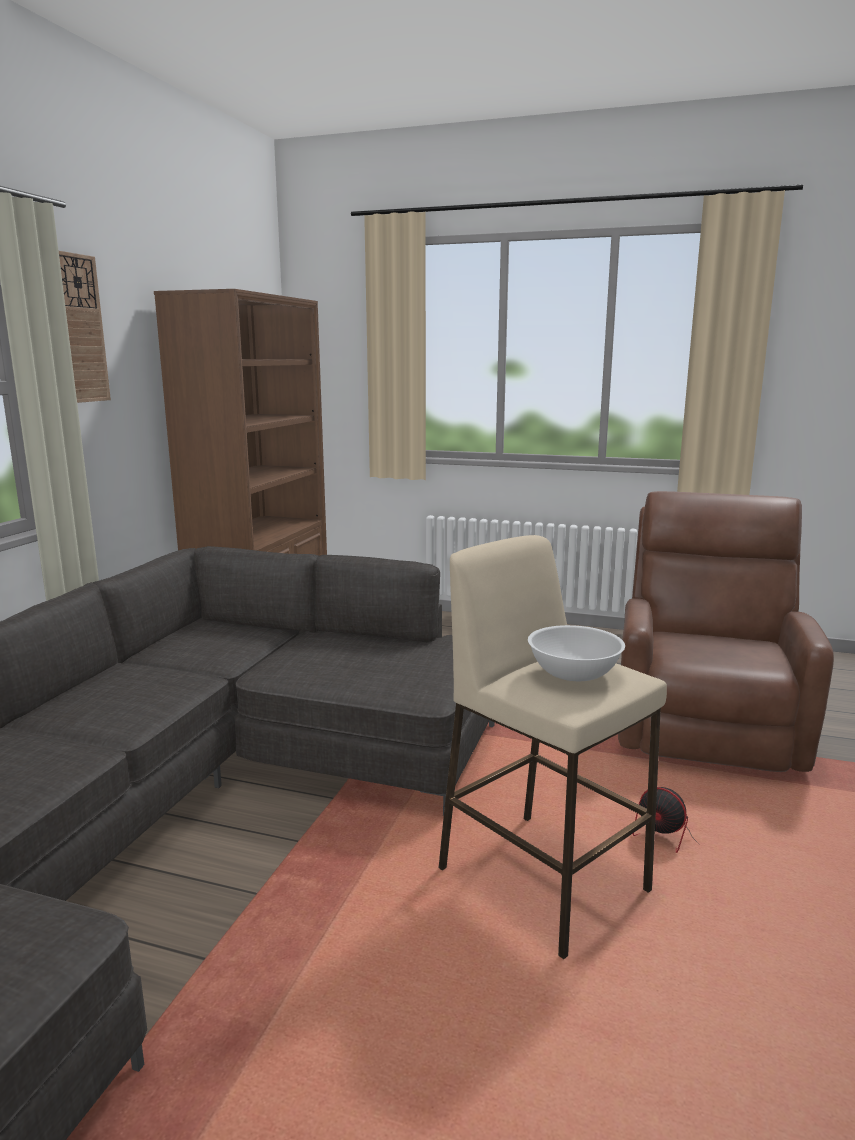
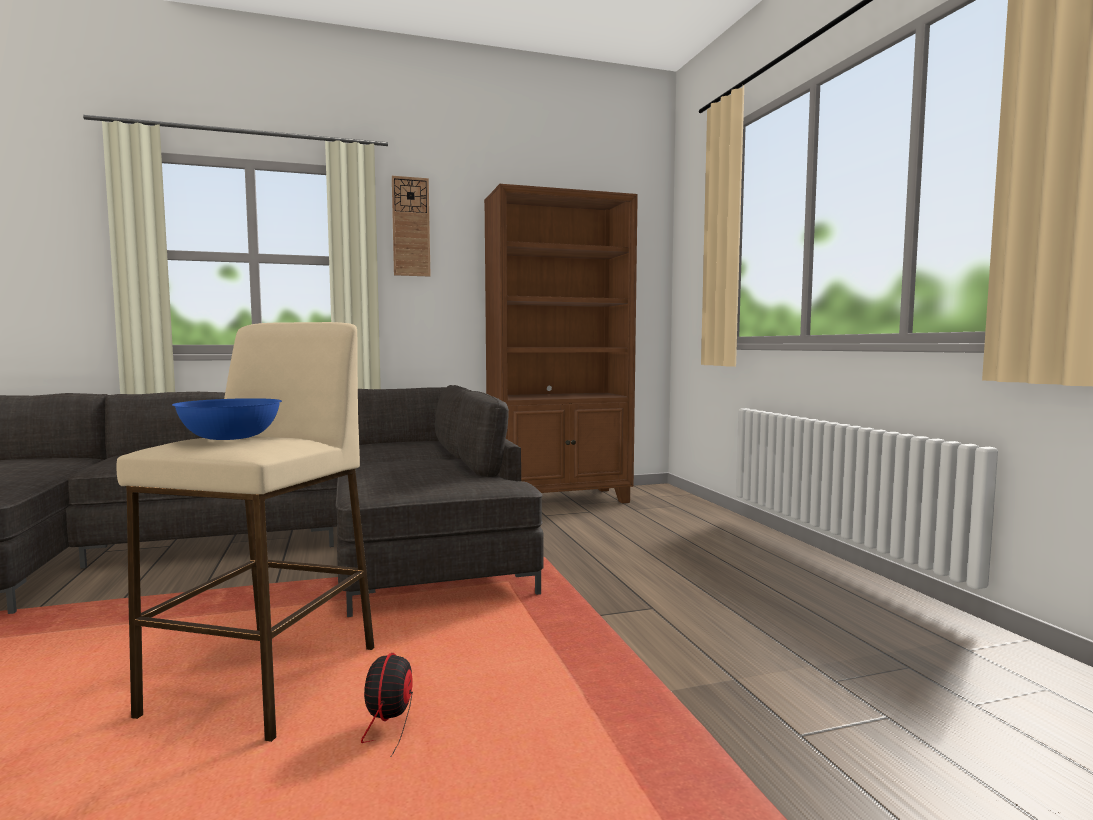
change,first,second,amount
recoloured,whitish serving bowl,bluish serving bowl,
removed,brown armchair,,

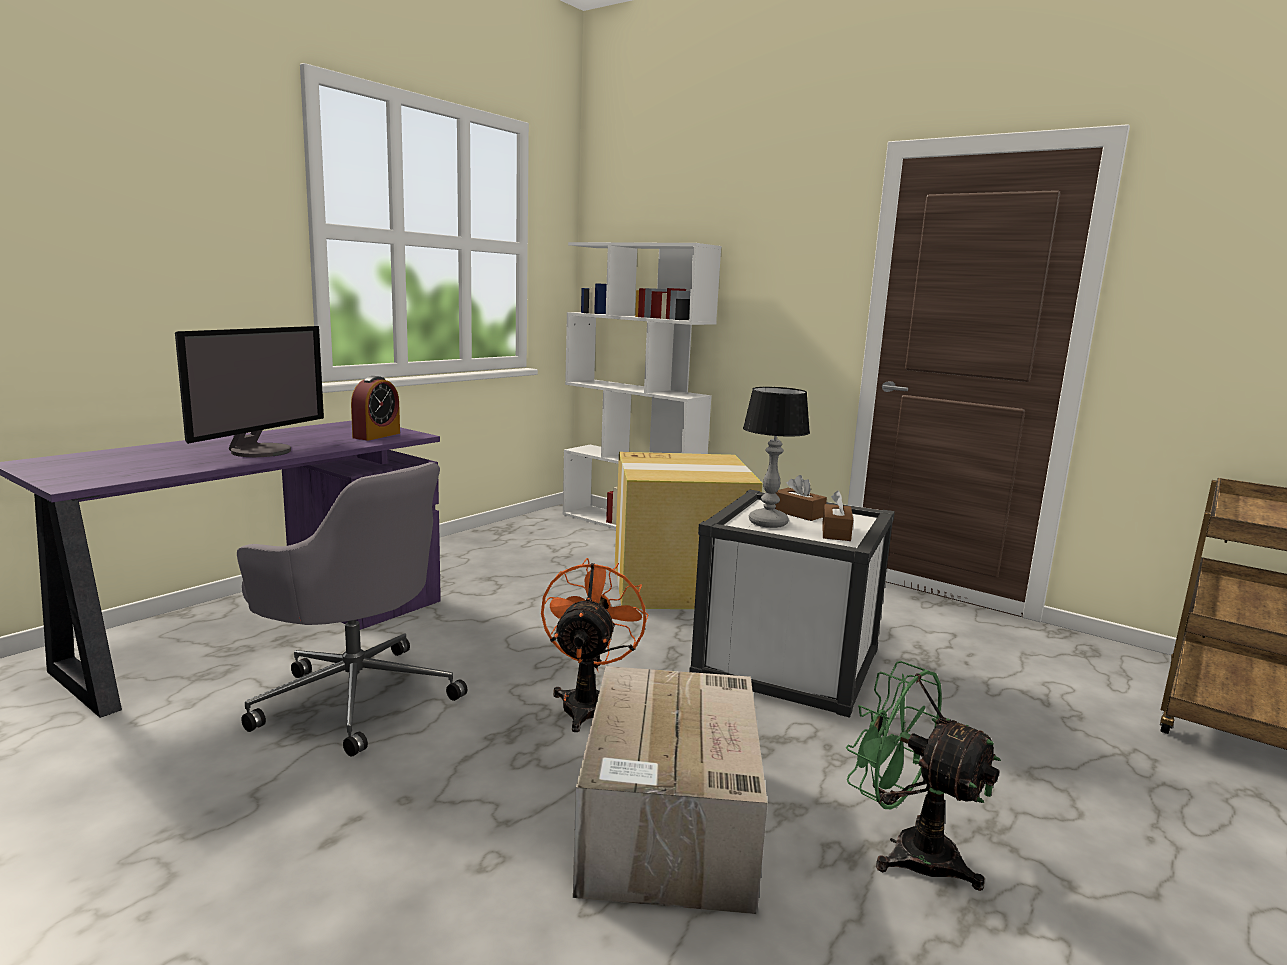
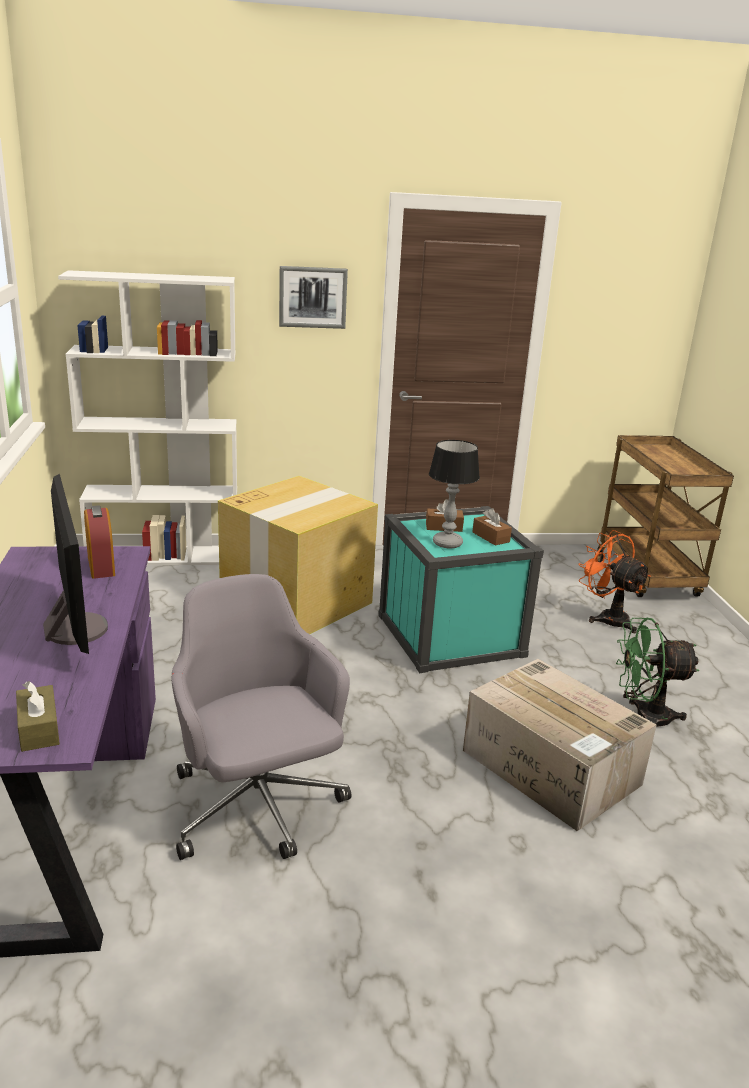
change,first,second,amount
turned,grey office chair,,105 degrees counterclockwise
moved,orangey electric fan,,
recoloured,whitish storage container,turquoise-coloured storage container,
added,,brown tissue box (1st from left),
added,,wall art,

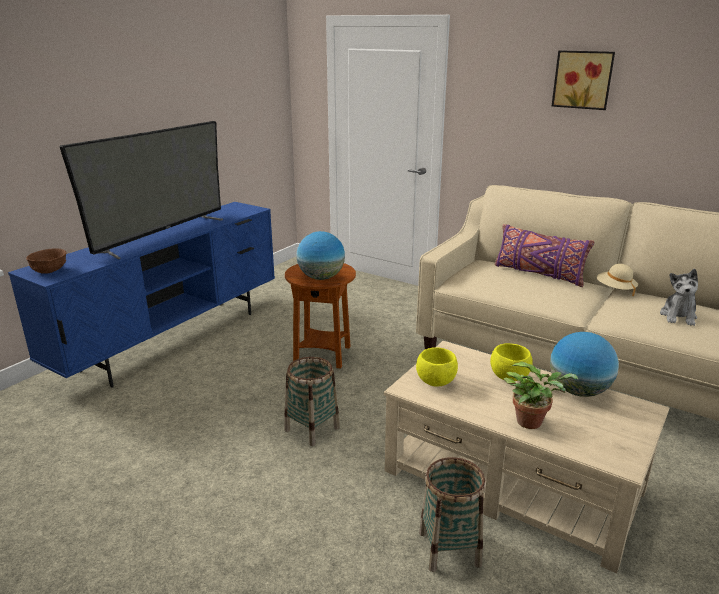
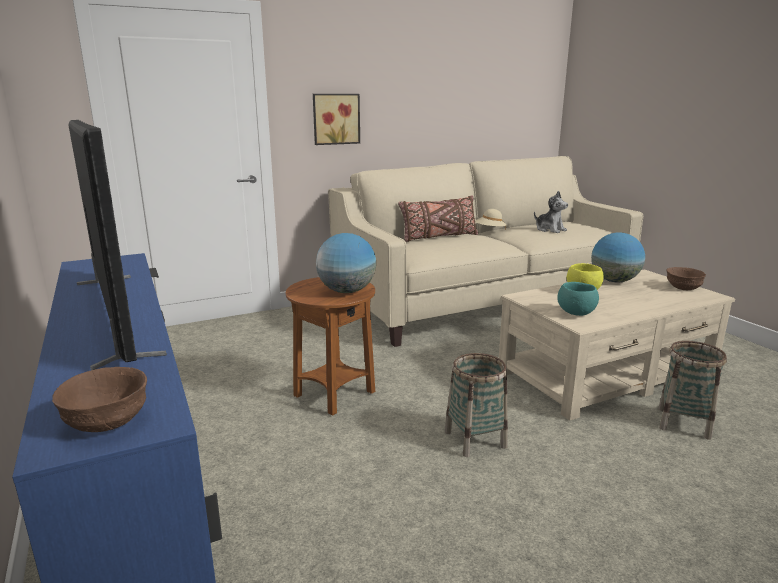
change,first,second,amount
recoloured,yellow serving bowl (1st from left),turquoise-coloured serving bowl,
recoloured,purplish throw pillow,brown throw pillow,
removed,houseplant,,
moved,wall art,,
added,,brown serving bowl (2nd from left),

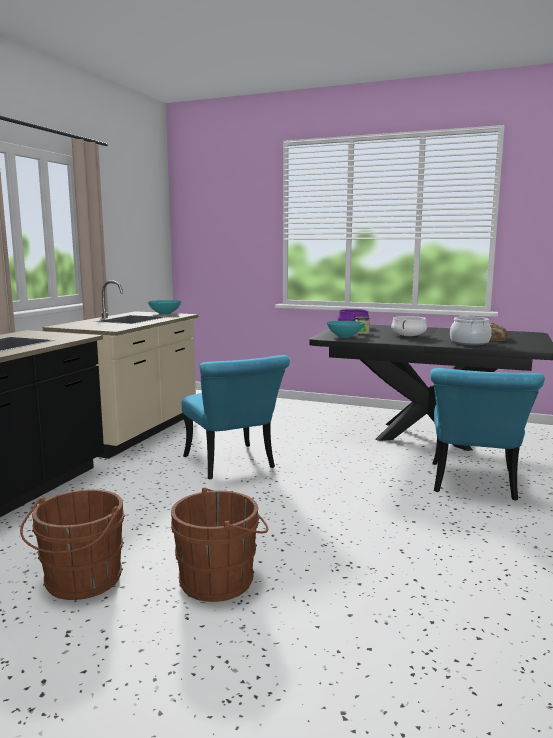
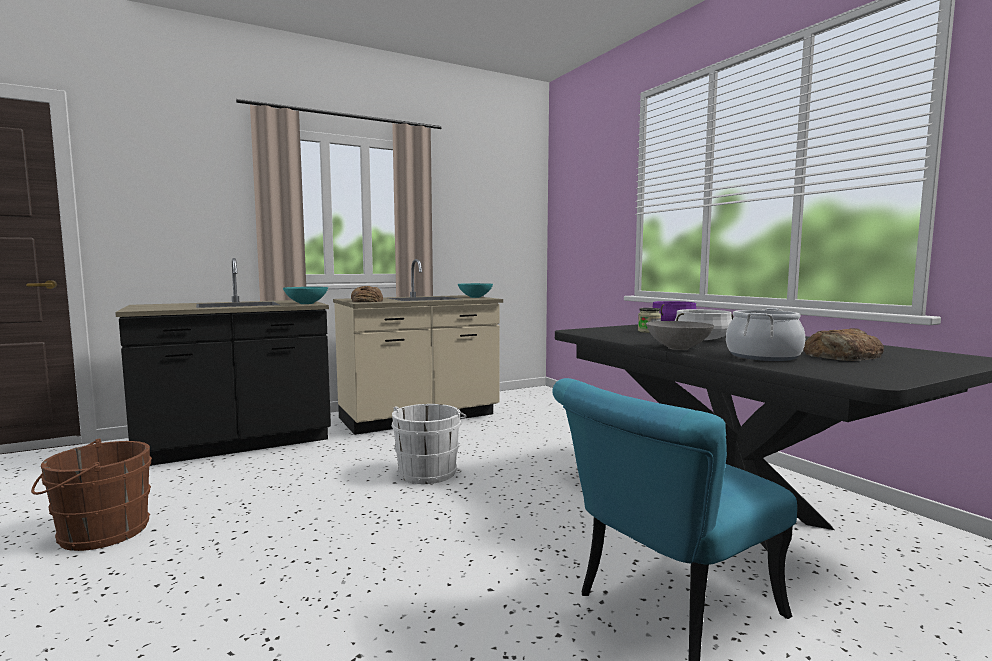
change,first,second,amount
removed,brown pail (2nd from left),,
replaced,turquoise-coloured plain chair (1st from left),whitish pail,
moved,turquoise-coloured serving bowl (2nd from left in the first image),turquoise-coloured serving bowl (1st from left),
added,,bread (1st from left),
added,,grey serving bowl,

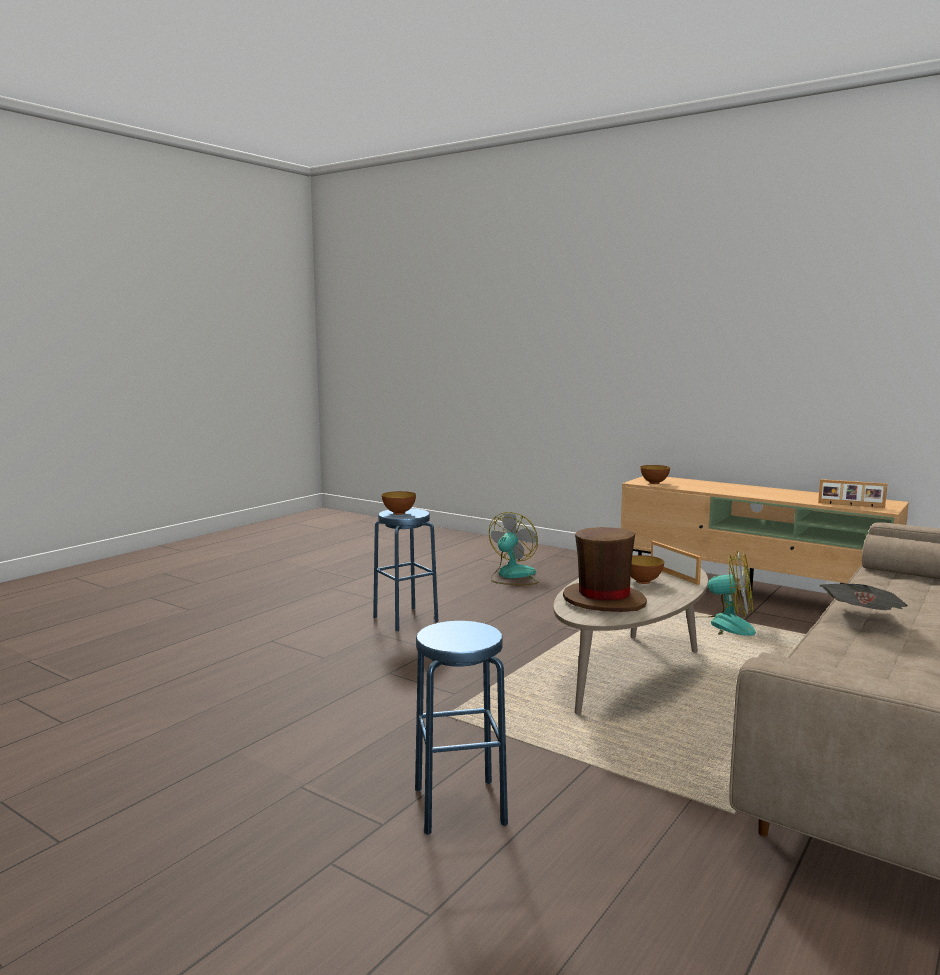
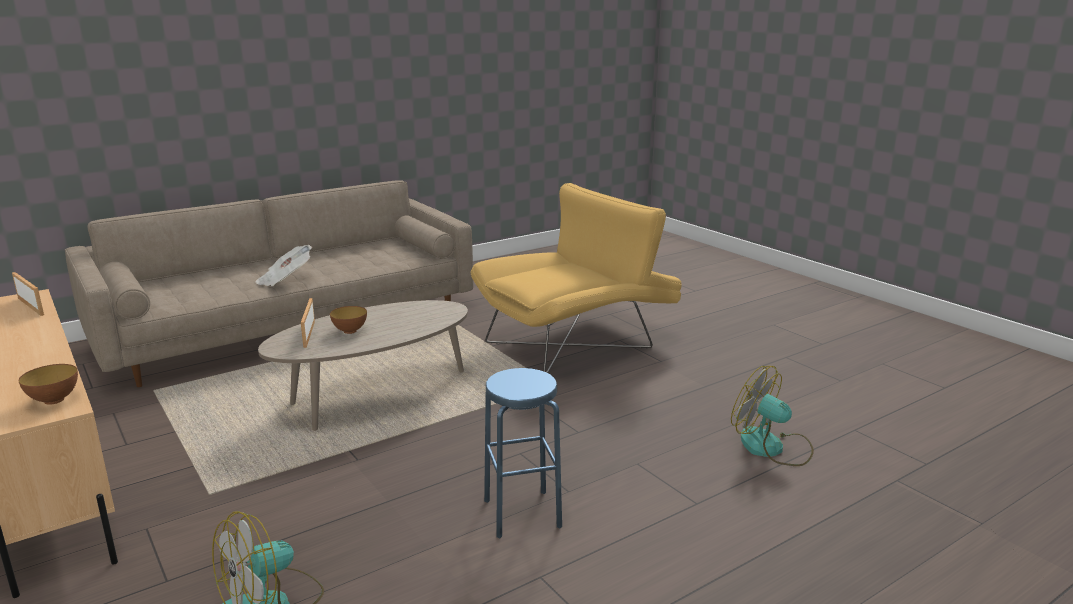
change,first,second,amount
removed,serving bowl (1st from left),,
replaced,bluish stool seat (2nd from left),yellow armchair,
removed,brown wearable hat,,
moved,electric fan (2nd from left),,

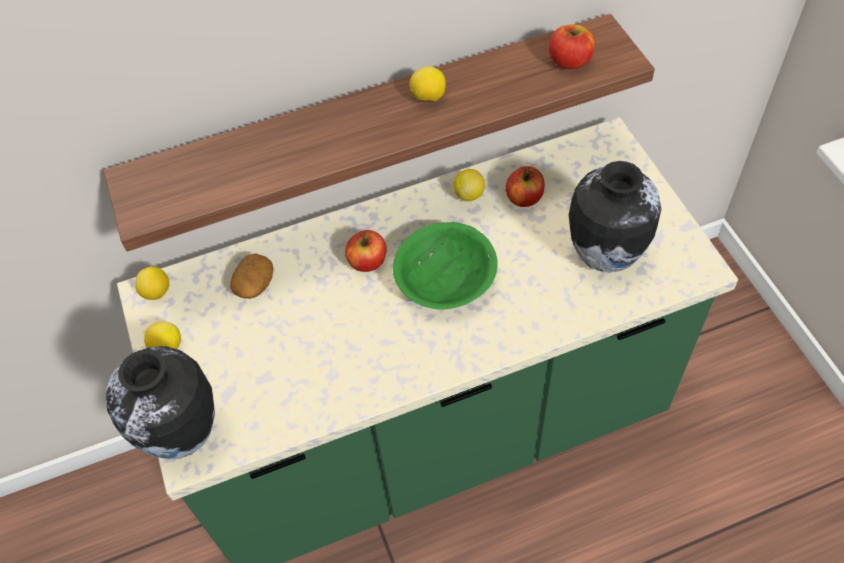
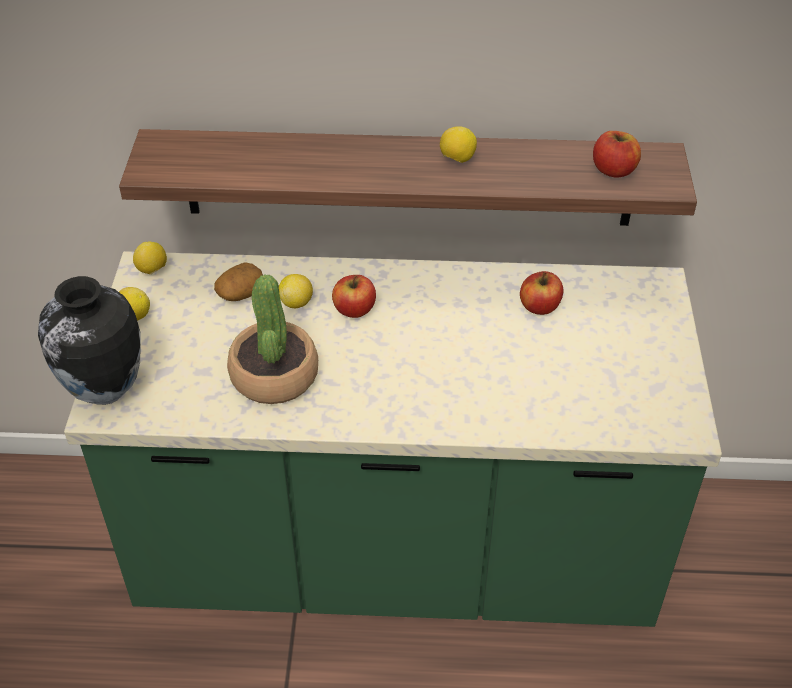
change,first,second,amount
removed,green serving bowl,,
moved,citrus fruit (4th from left in the first image),citrus fruit (3rd from left),
removed,vase (2nd from left),,
added,,houseplant,

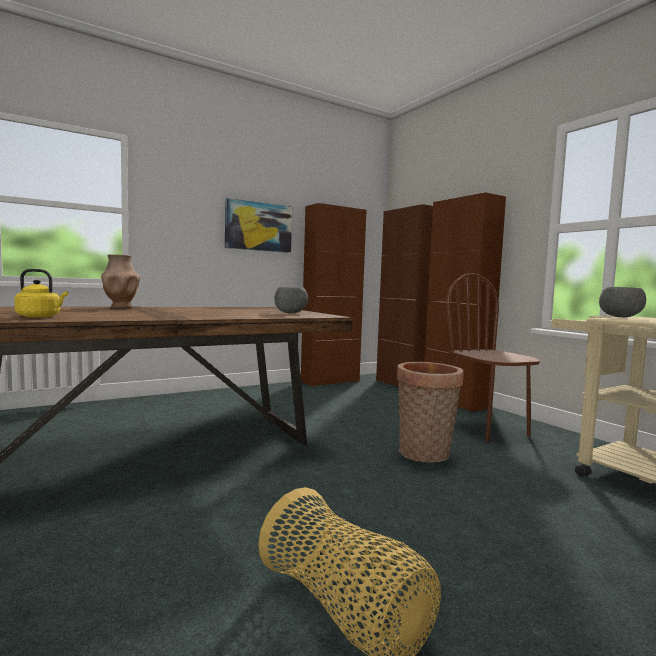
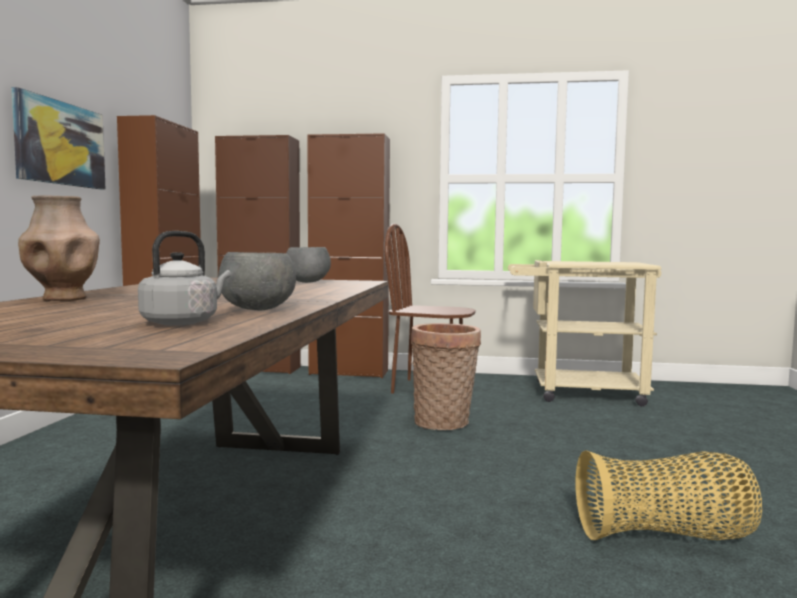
change,first,second,amount
recoloured,yellow kettle,grey kettle,
moved,grey serving bowl (2nd from left in the first image),grey serving bowl (1st from left),

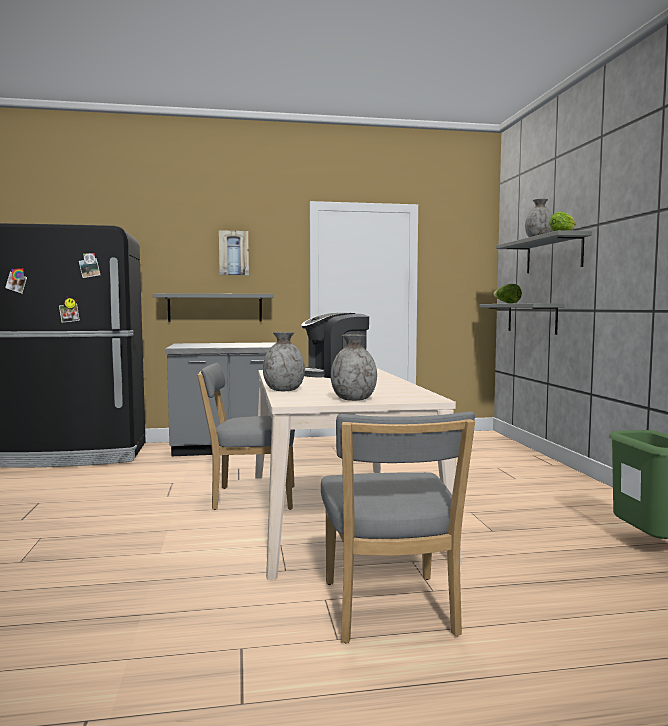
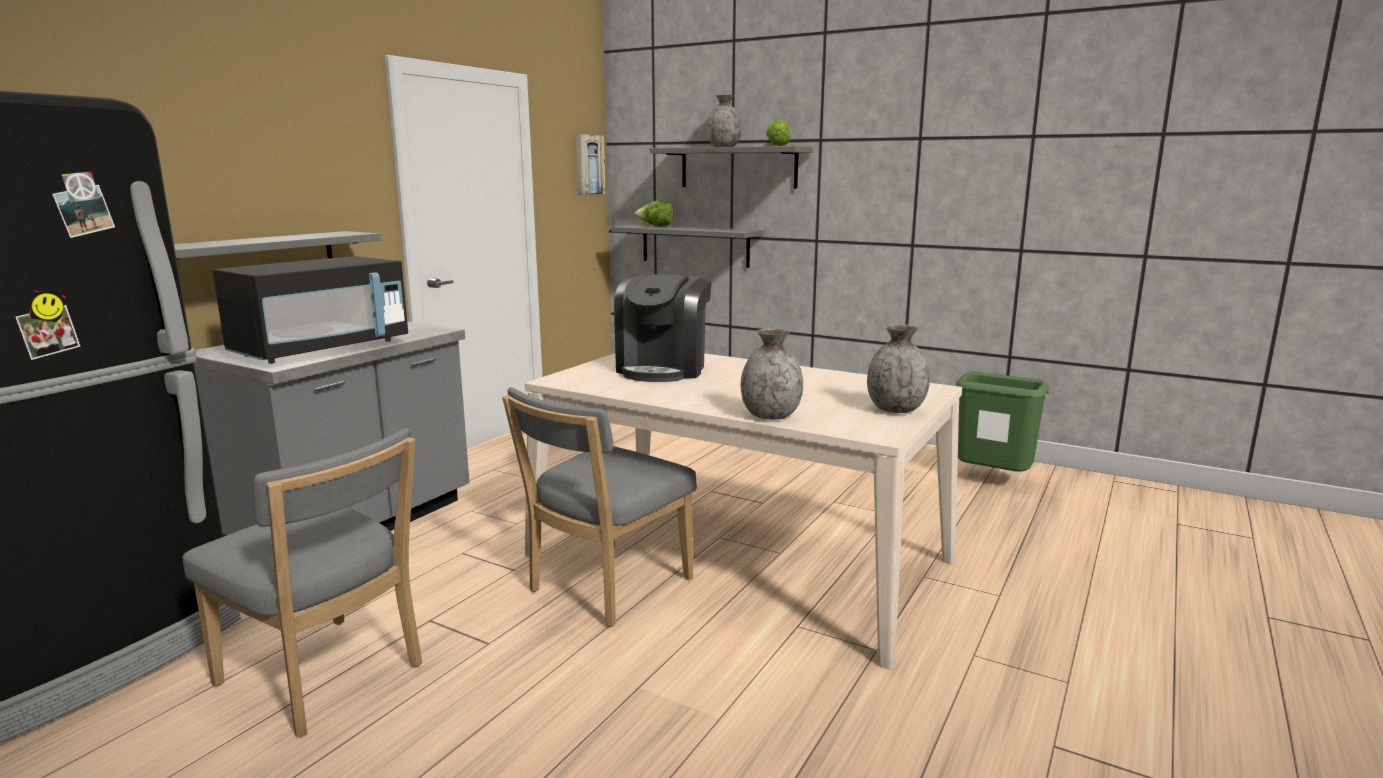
change,first,second,amount
moved,wall art,,
moved,grey plain chair (2nd from left in the first image),grey plain chair (1st from left),
added,,black kitchen microwave,

